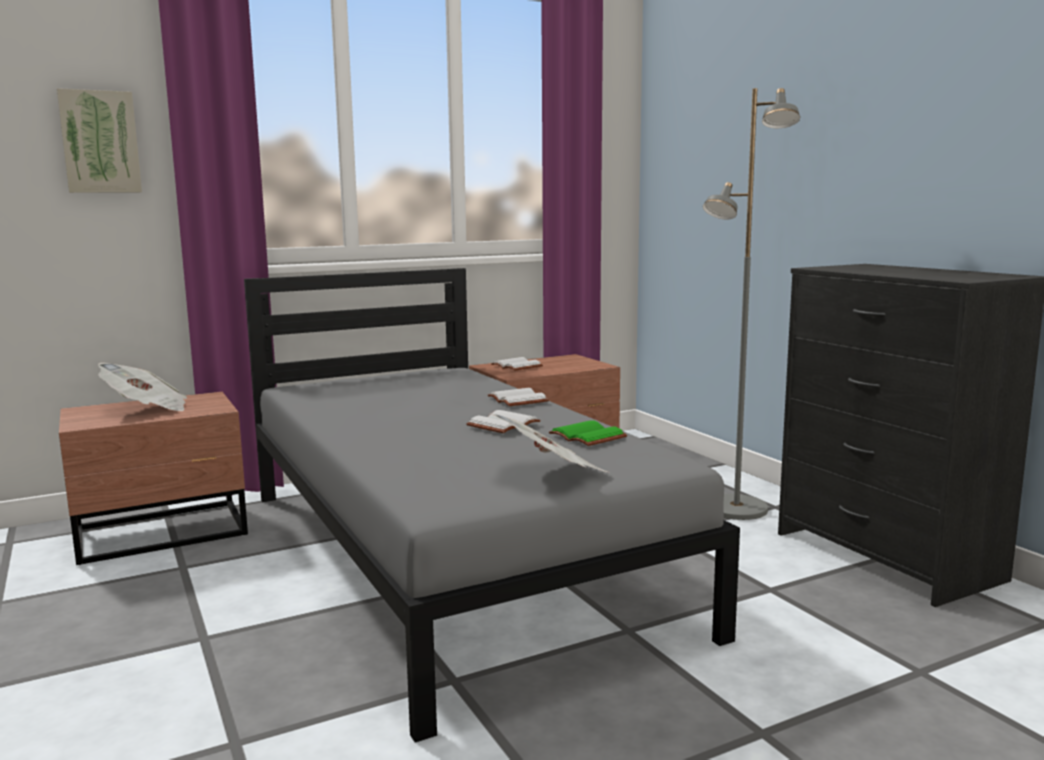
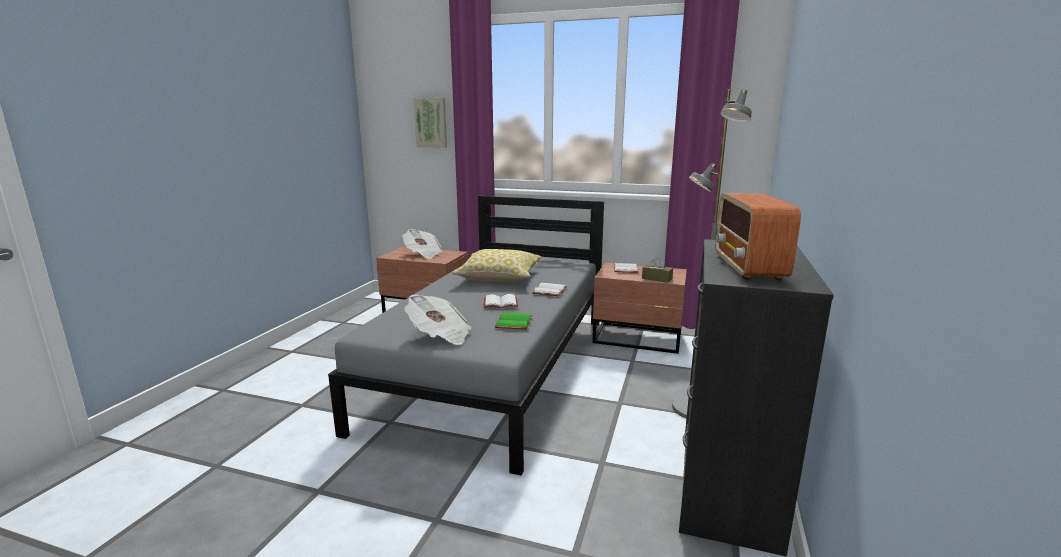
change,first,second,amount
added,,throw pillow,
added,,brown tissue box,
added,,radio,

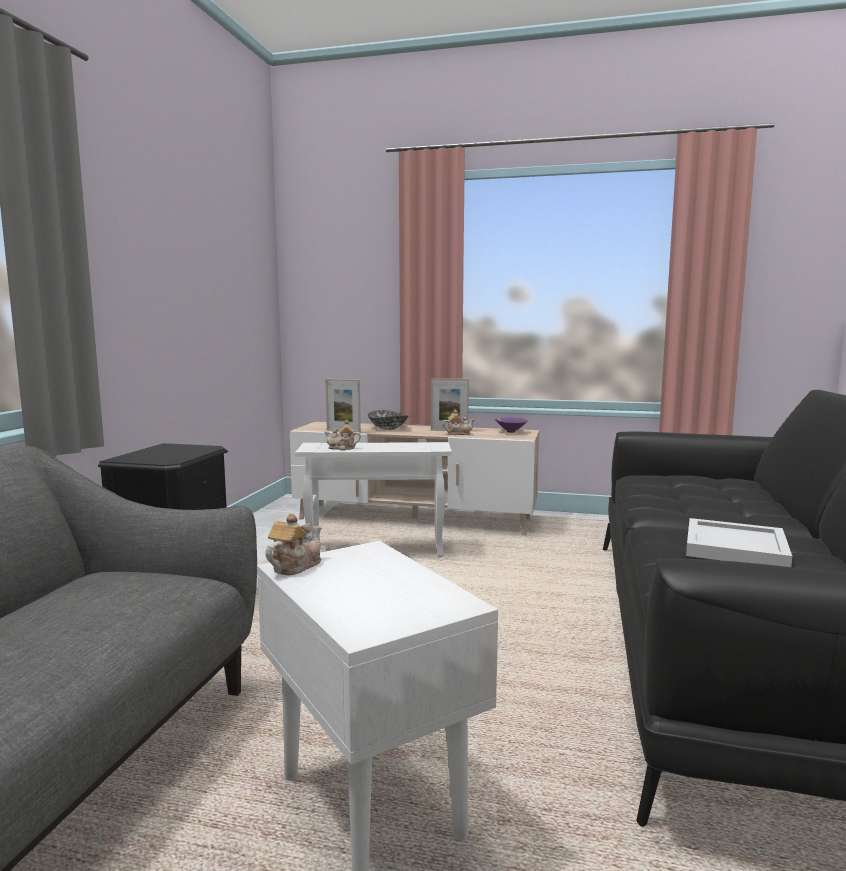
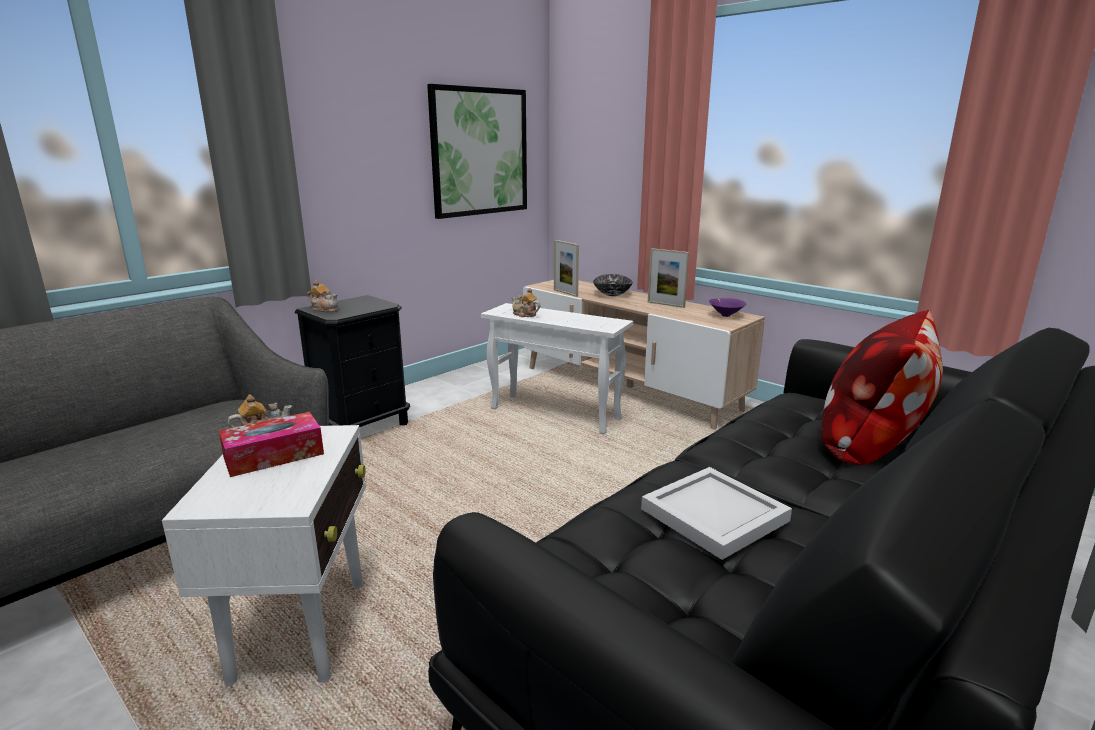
change,first,second,amount
moved,teapot (3rd from left in the first image),teapot (2nd from left),
added,,tissue box,
added,,wall art,
added,,throw pillow,

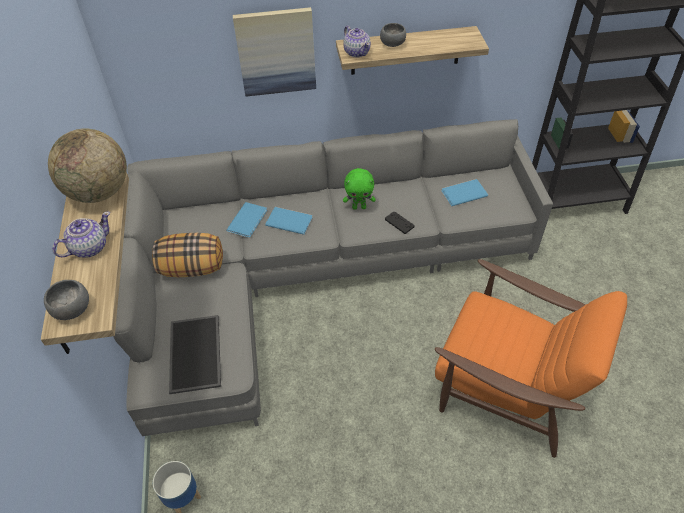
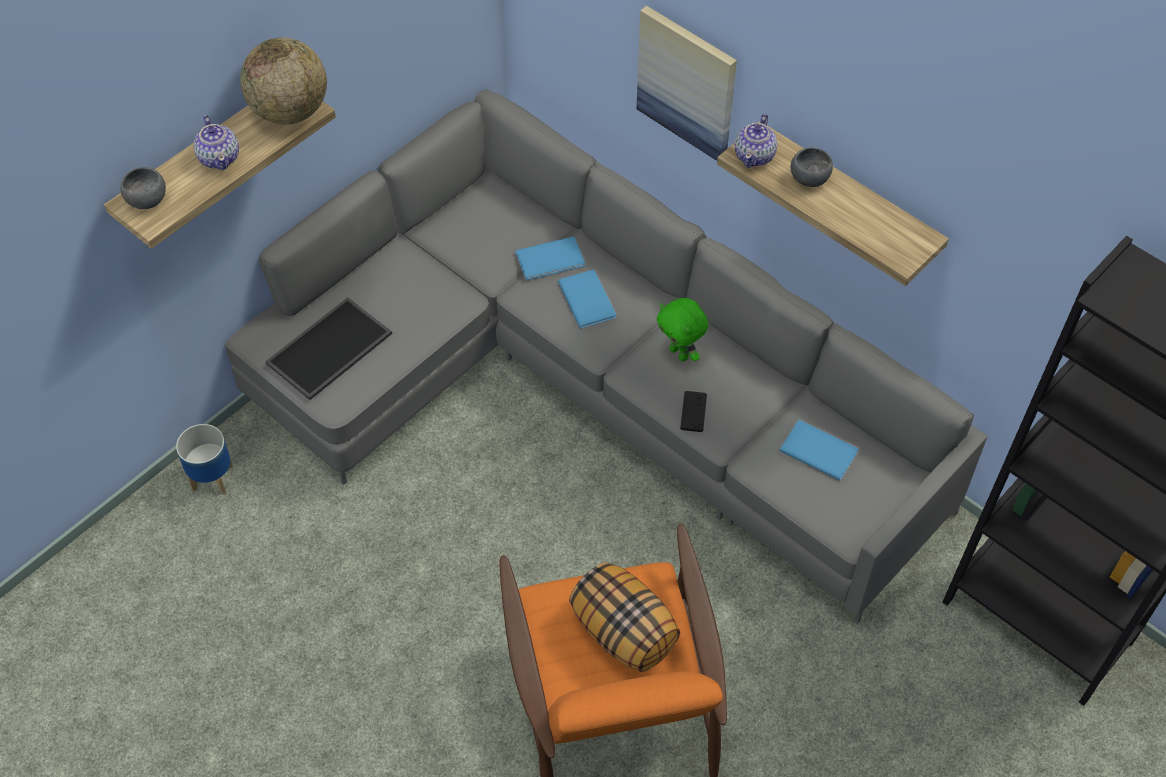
change,first,second,amount
turned,teapot (1st from left),,60 degrees clockwise
moved,throw pillow,,

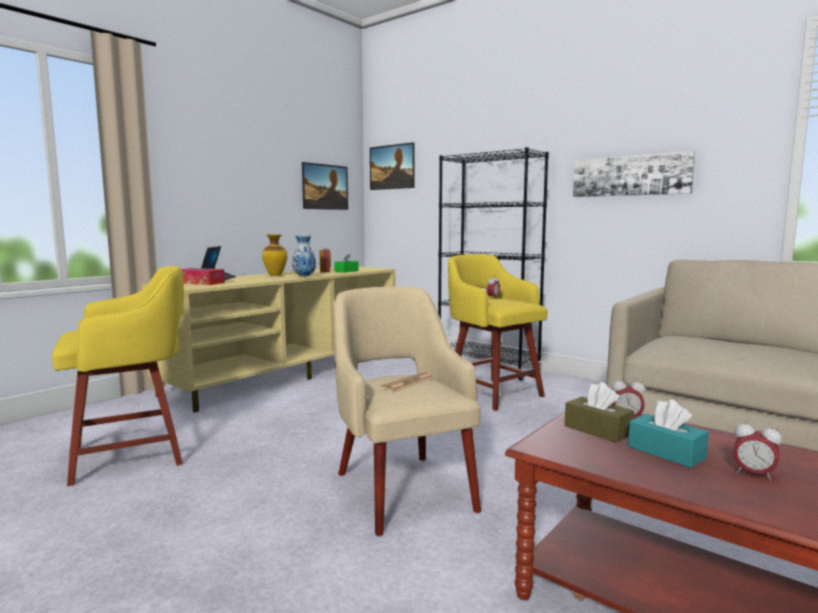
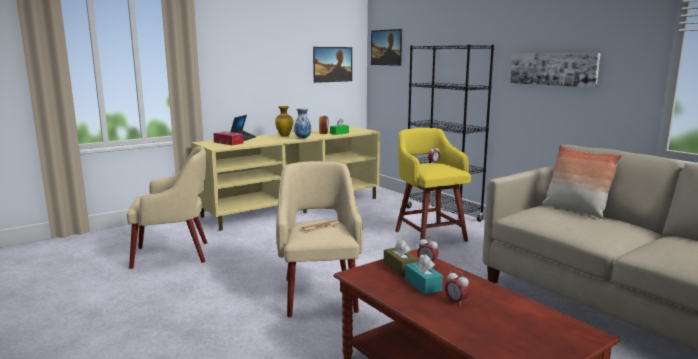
change,first,second,amount
replaced,yellow stool seat (1st from left),beige-coloured armchair (1st from left),
added,,throw pillow,

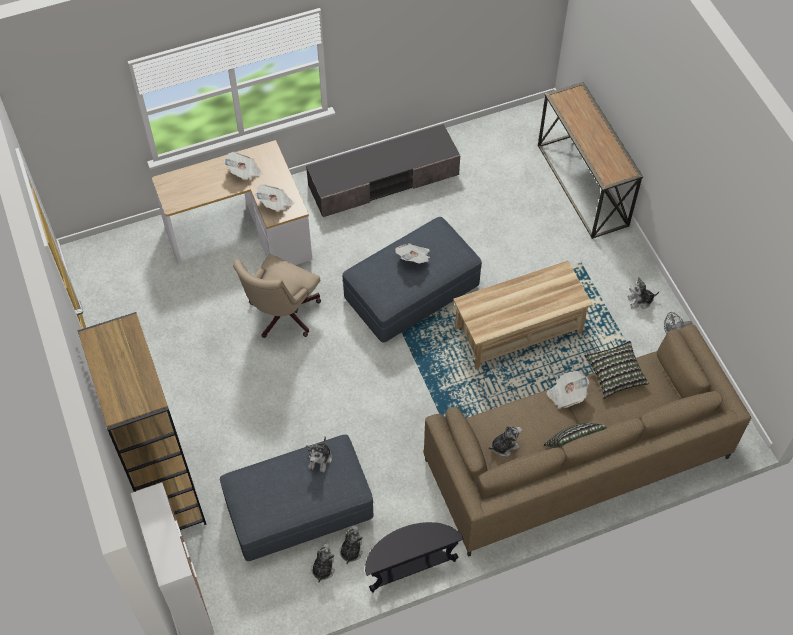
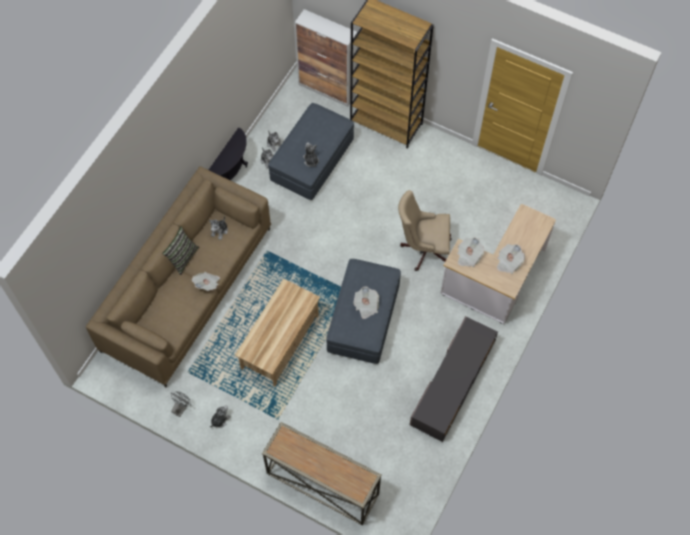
change,first,second,amount
turned,beige-coloured office chair,,75 degrees counterclockwise
removed,throw pillow (2nd from left),,

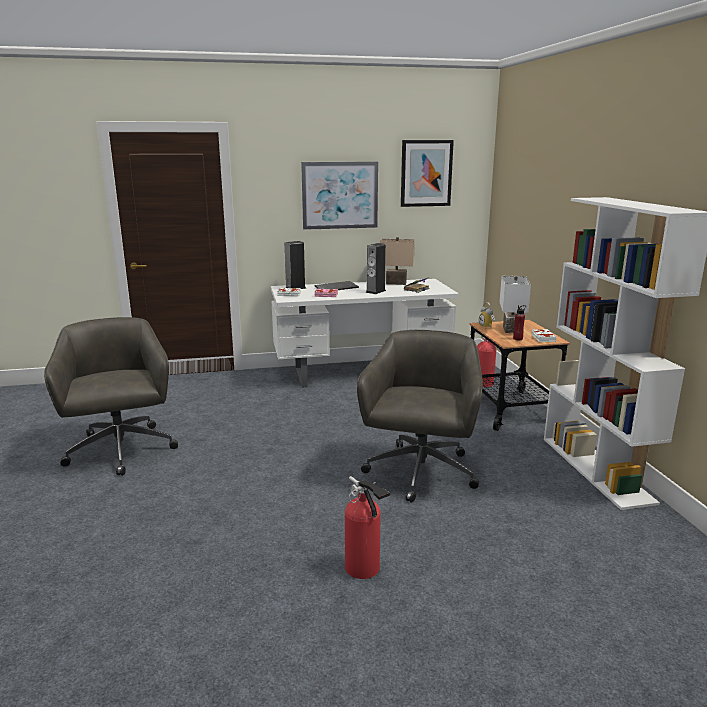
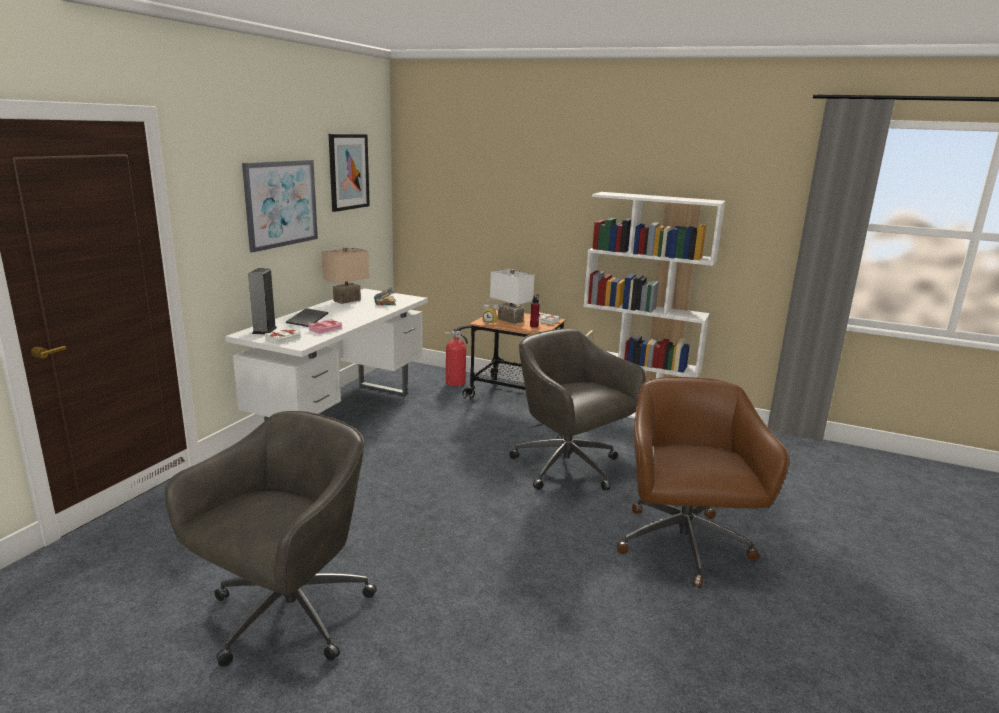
change,first,second,amount
turned,grey office chair (1st from left),,105 degrees clockwise
replaced,extinguisher (1st from left),brown office chair,
removed,speaker (2nd from left),,

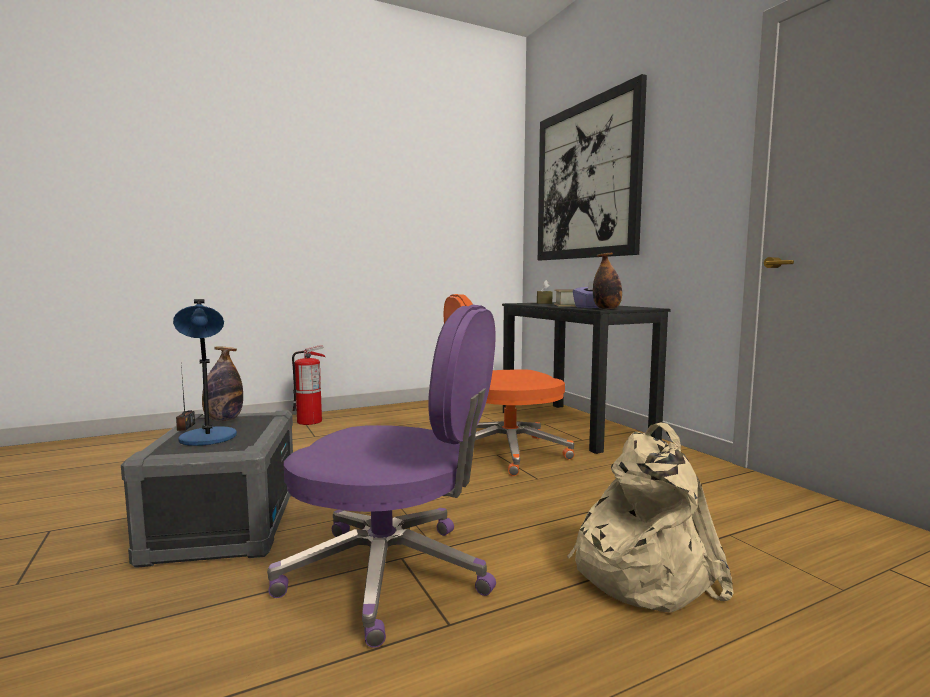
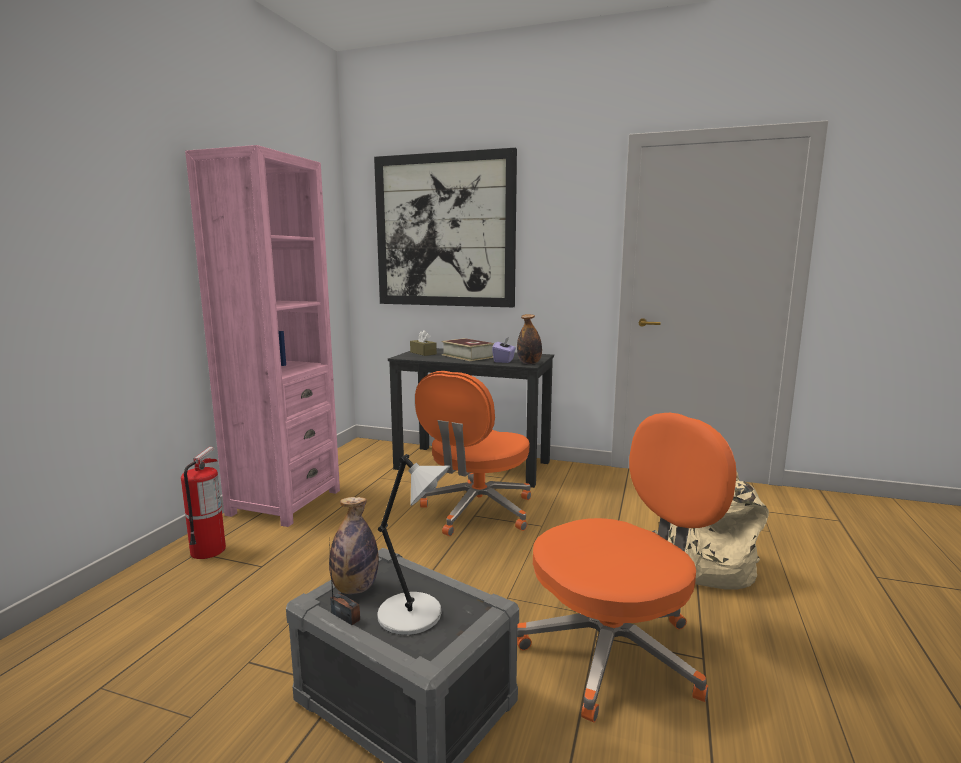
change,first,second,amount
recoloured,bluish tabletop lamp,grey tabletop lamp,
recoloured,purplish office chair,orangey office chair (2nd from left),
added,,pinkish shelving unit,

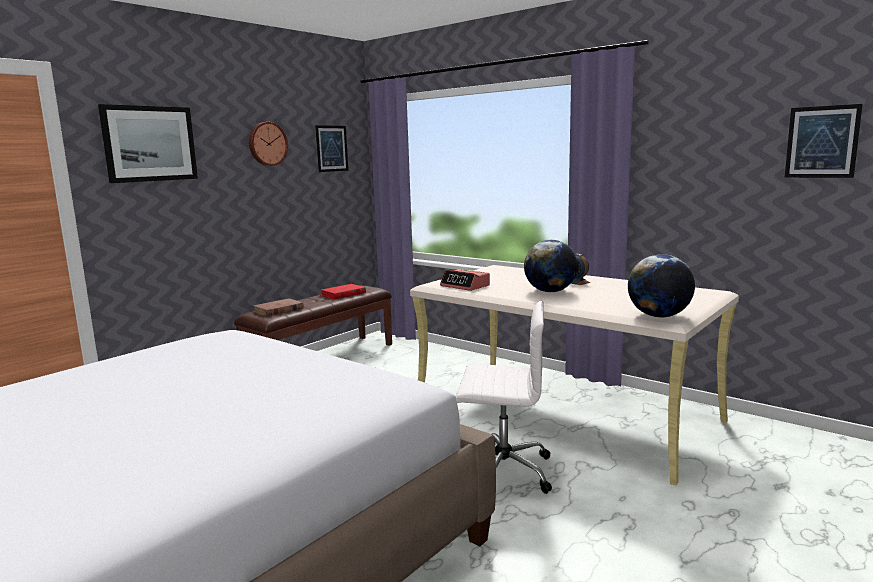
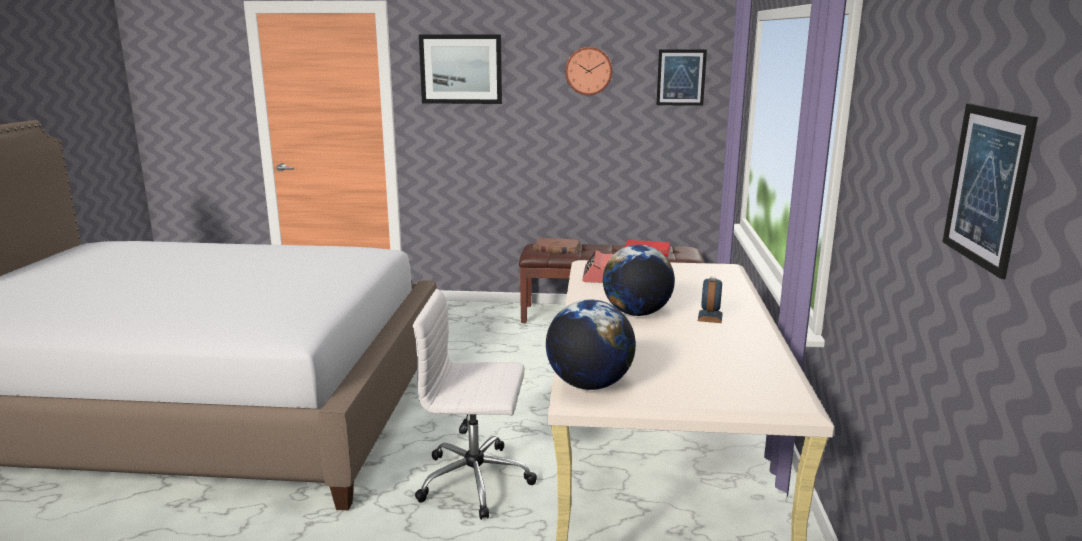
change,first,second,amount
turned,whitish office chair,,120 degrees clockwise

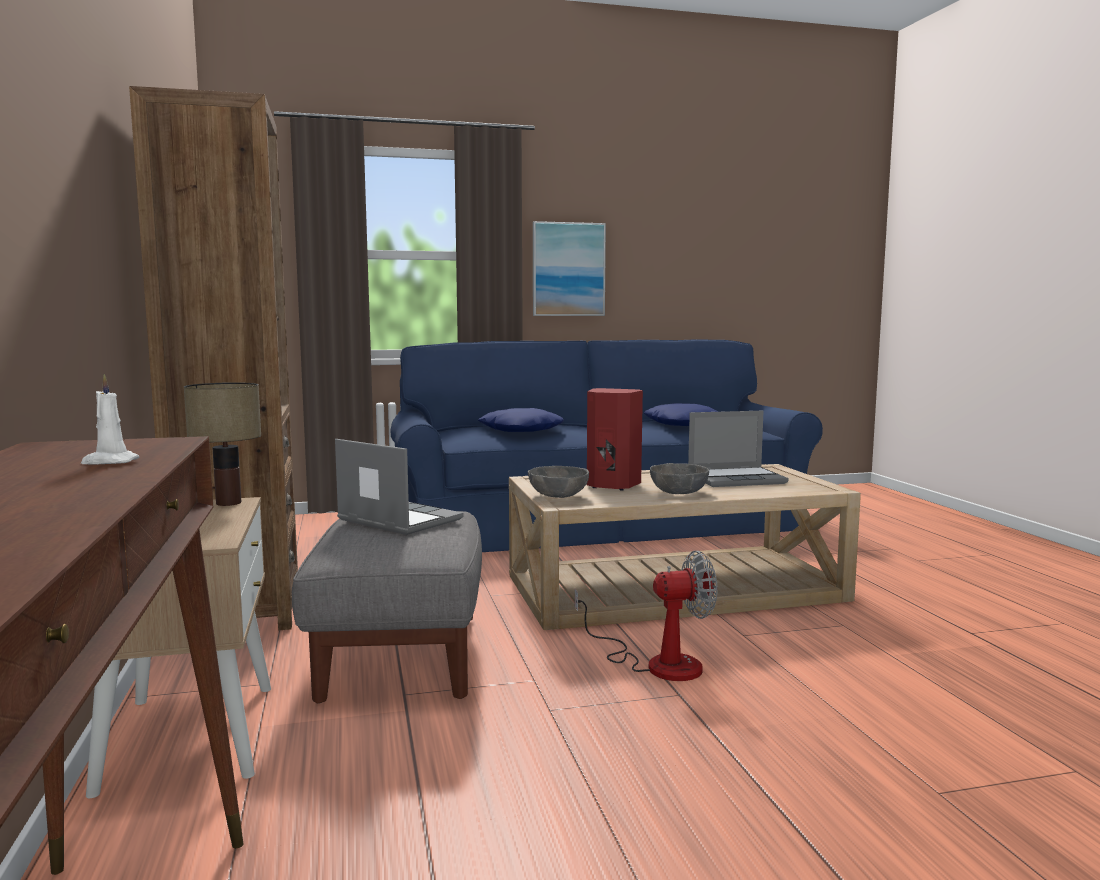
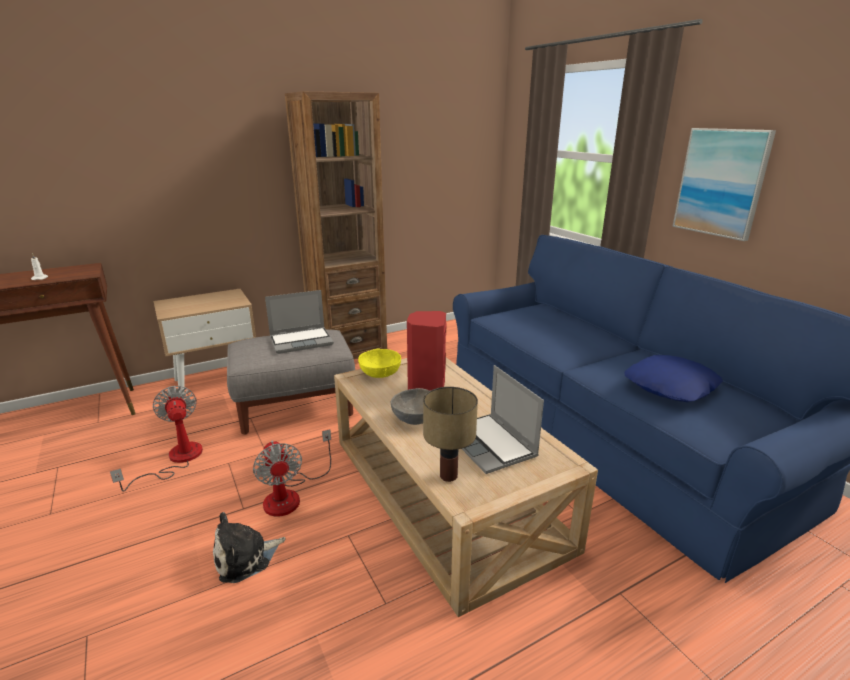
change,first,second,amount
moved,tabletop lamp,,
turned,laptop (1st from left),,45 degrees clockwise
removed,bluish throw pillow (1st from left),,
recoloured,grey serving bowl (1st from left),yellow serving bowl,
added,,electric fan (1st from left),
added,,plush toy,

